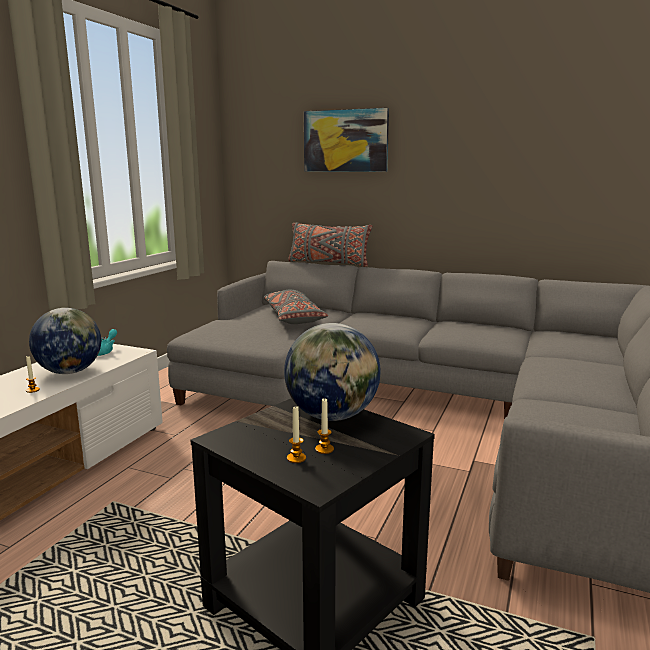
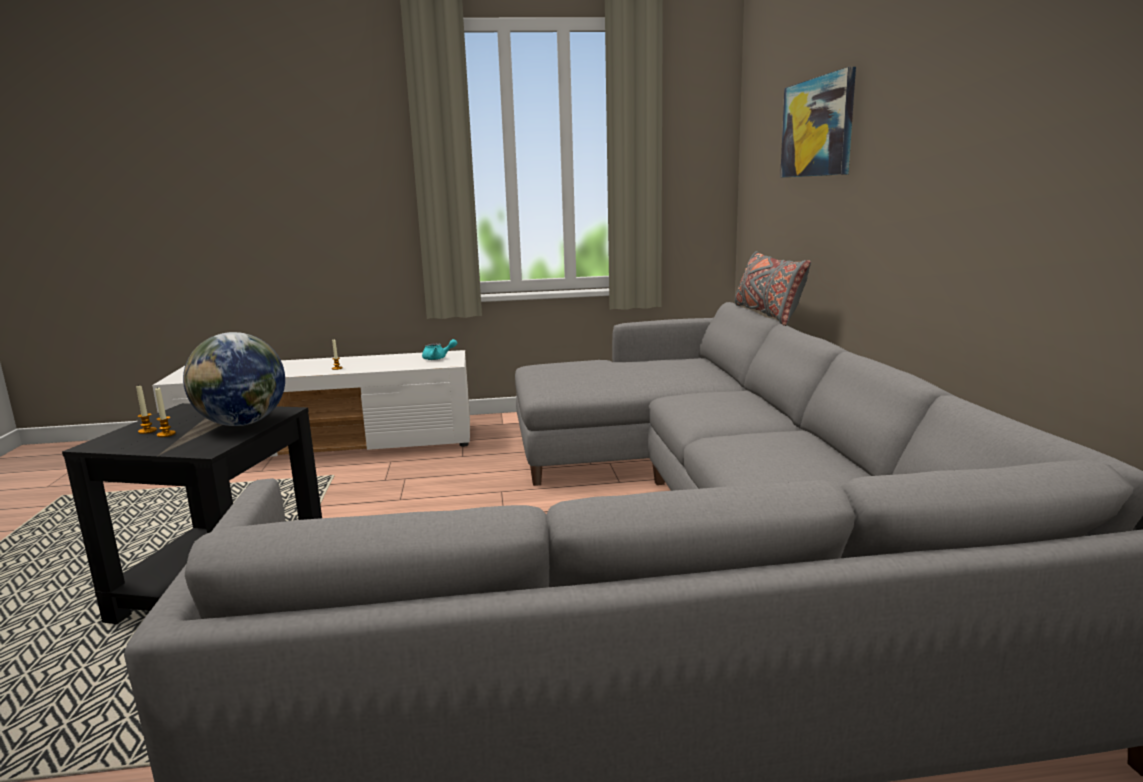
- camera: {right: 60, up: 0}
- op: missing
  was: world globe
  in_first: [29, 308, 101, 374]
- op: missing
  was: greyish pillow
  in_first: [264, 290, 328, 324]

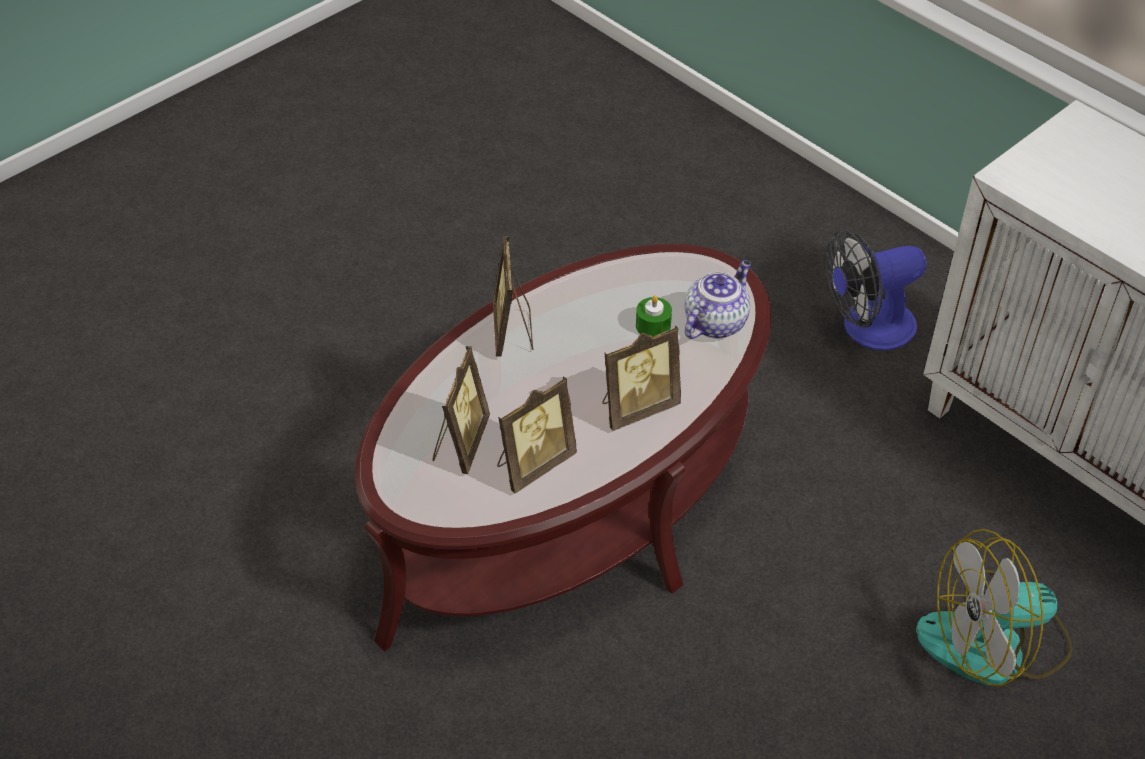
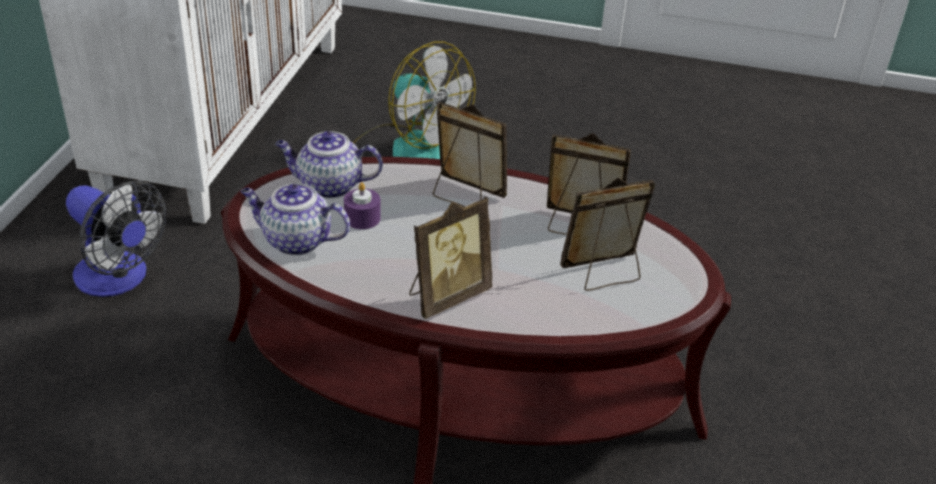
- camera: {right: -125, up: -10}
- op: colour
  was: green-coloured candle
  now: purplish candle
  in_first: [636, 295, 672, 337]
  in_second: [344, 182, 381, 229]
- op: appeared
  now: tea pot
  in_second: [240, 183, 350, 256]

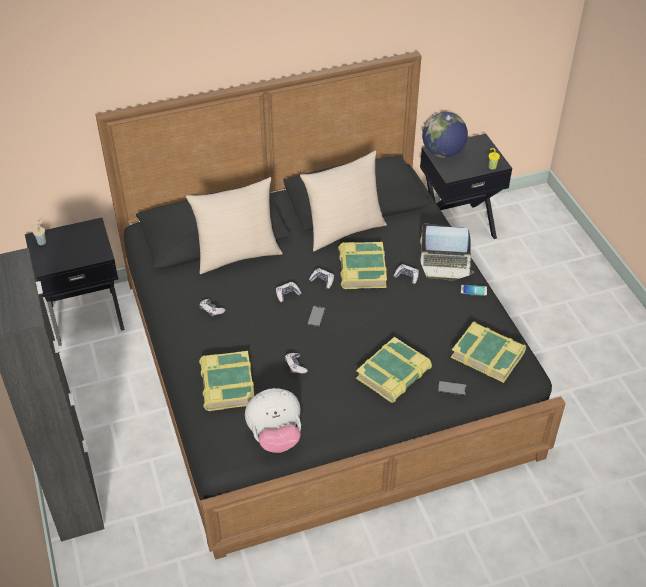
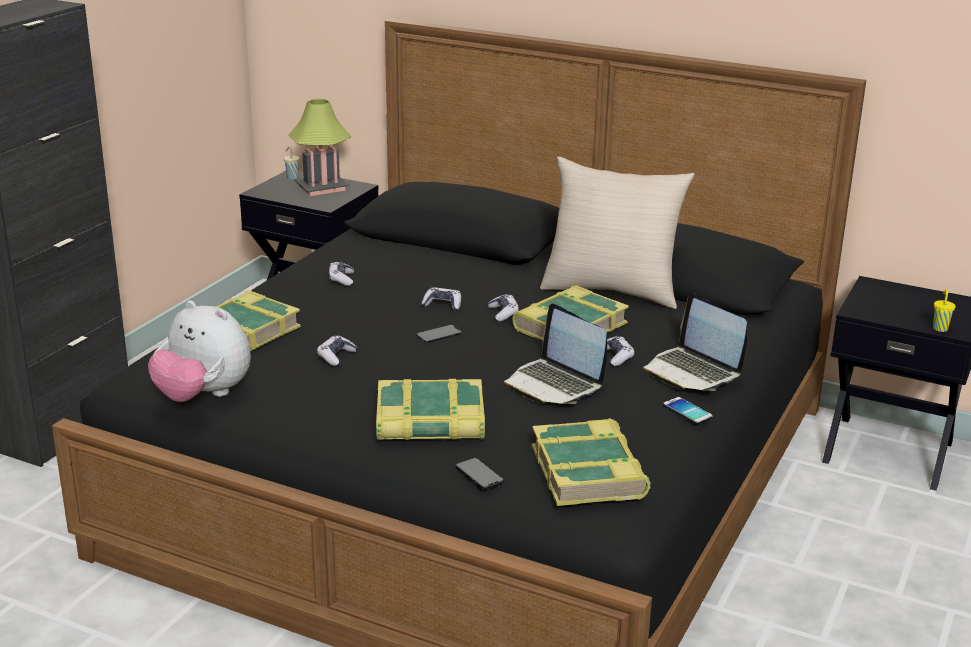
- camera: {right: 45, up: -20}
- op: missing
  was: beige pillow
  in_first: [186, 177, 283, 274]
- op: missing
  was: world globe
  in_first: [422, 112, 468, 158]
- op: appeared
  now: lamp for a table
  in_second: [288, 99, 352, 196]
- op: appeared
  now: laptop
  in_second: [503, 304, 607, 404]

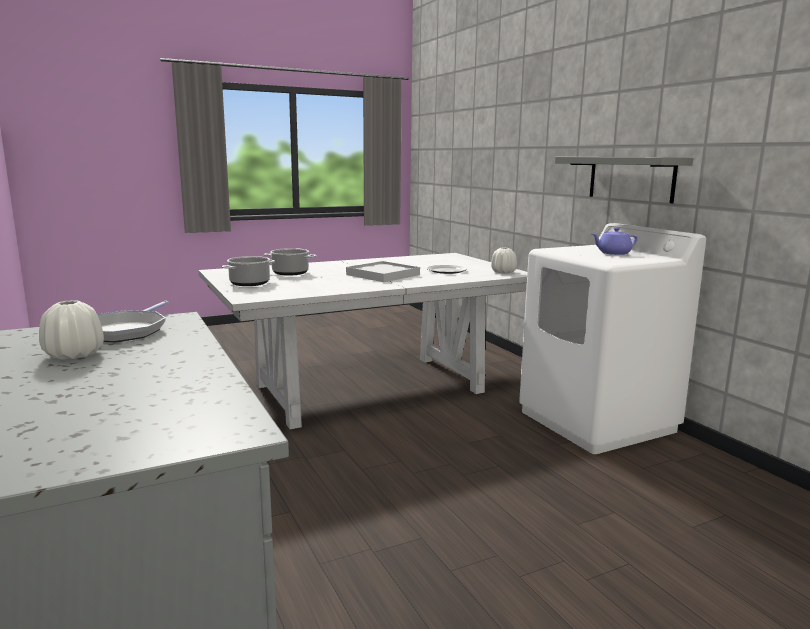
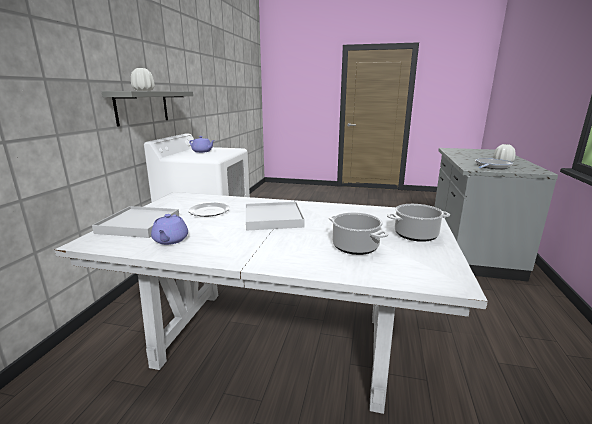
- camera: {right: -140, up: 5}
- op: relocated
  was: white-coloured vase
  in_first: [491, 248, 517, 273]
  in_second: [131, 68, 155, 91]
- op: appeared
  now: white-coloured tray
  in_second: [92, 206, 180, 238]
- op: appeared
  now: purplish tea pot
  in_second: [151, 214, 188, 245]

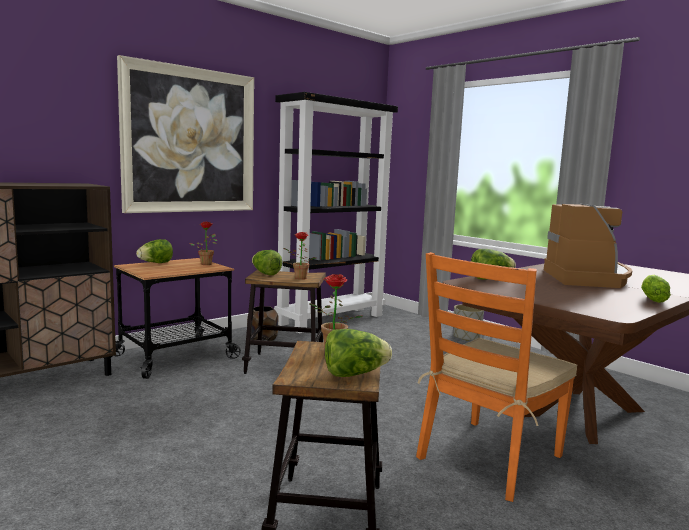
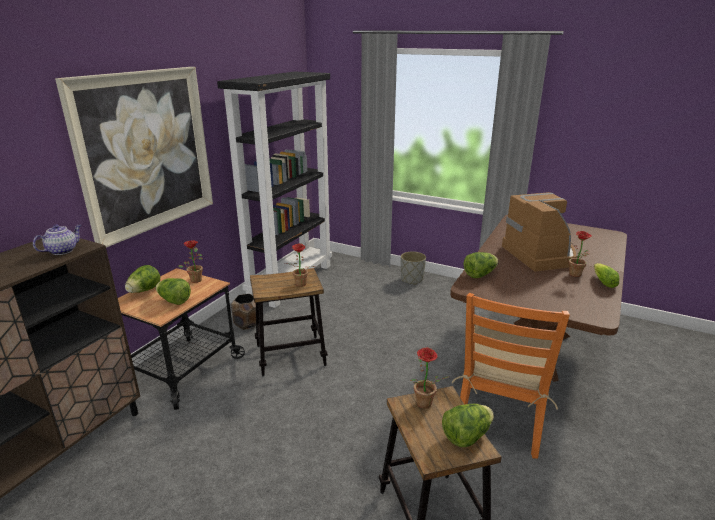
- camera: {right: -20, up: 15}
- op: relocated
  was: head of lettuce
  in_first: [252, 250, 282, 275]
  in_second: [156, 278, 191, 305]
- op: appeared
  now: tea pot
  in_second: [33, 224, 81, 255]
- op: appeared
  now: potted plant
  in_second: [569, 231, 592, 277]

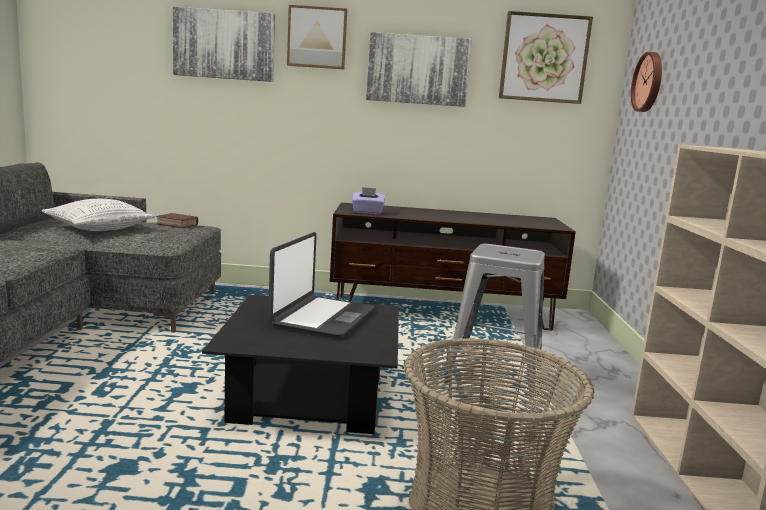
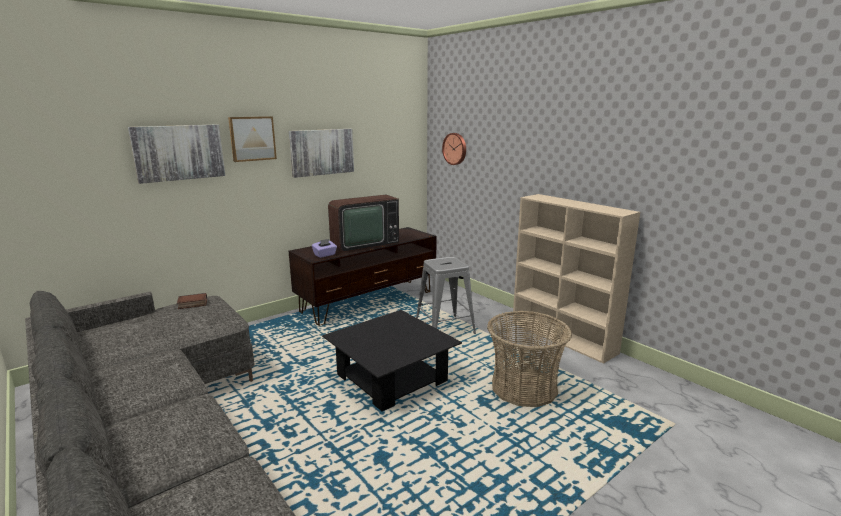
- camera: {right: -40, up: 5}
- op: missing
  was: pillow
  in_first: [41, 199, 156, 231]
- op: missing
  was: laptop
  in_first: [268, 232, 375, 338]
- op: missing
  was: wall picture
  in_first: [499, 11, 593, 104]
- op: appeared
  now: TV set
  in_second: [328, 195, 399, 252]

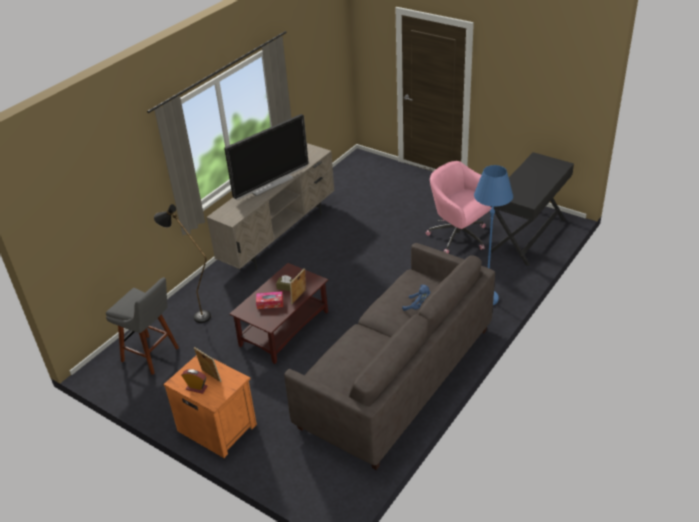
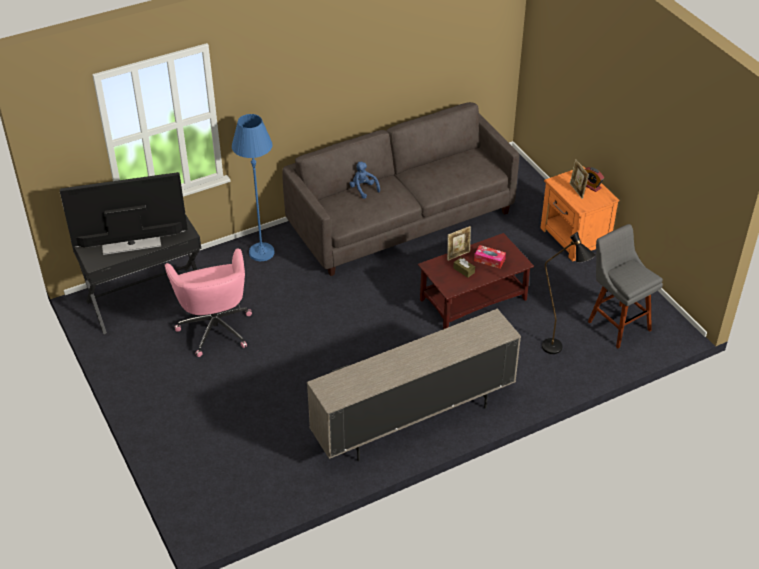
- camera: {right: -155, up: 5}
- op: relocated
  was: TV set
  in_first: [224, 114, 309, 200]
  in_second: [60, 172, 188, 255]

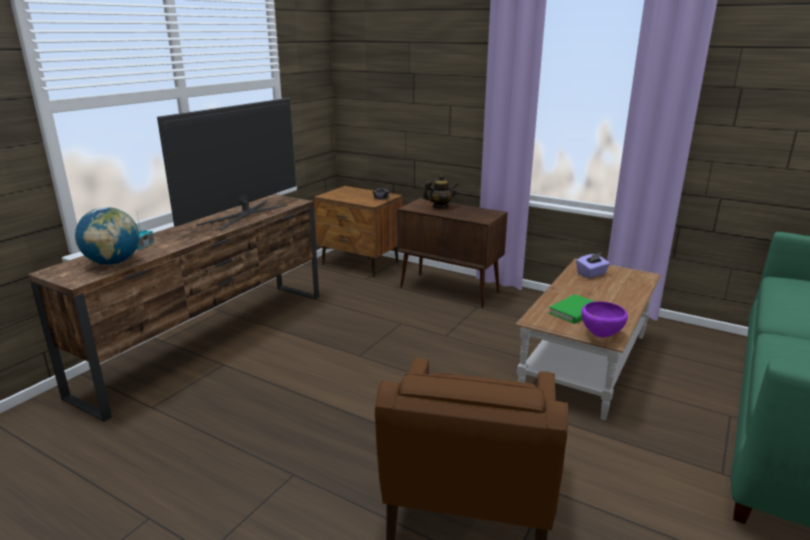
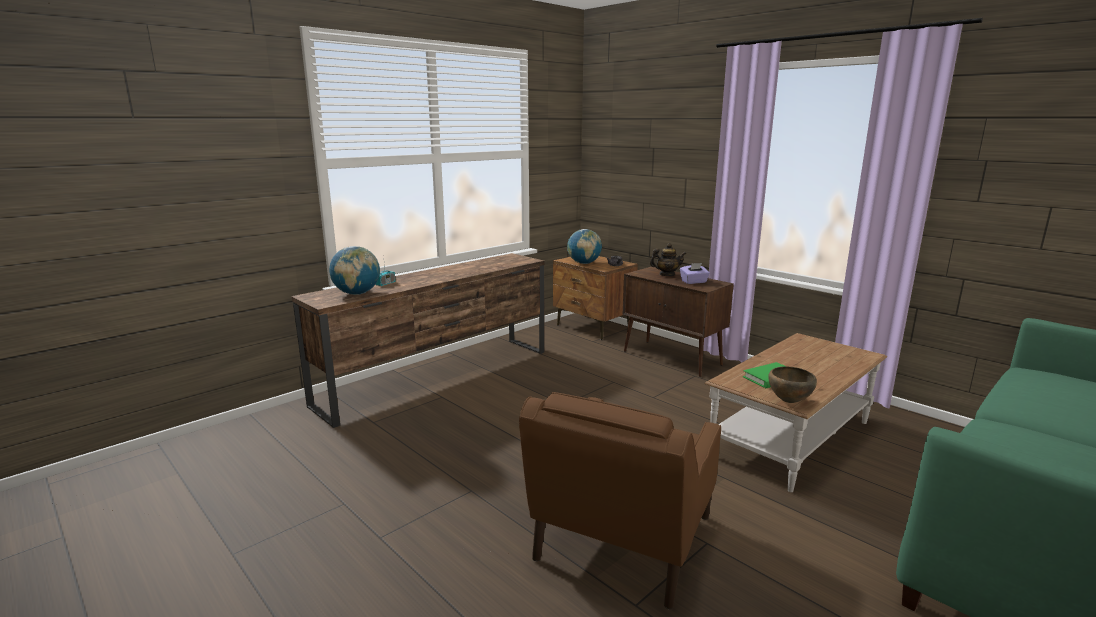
- camera: {right: 15, up: -5}
- op: missing
  was: TV set
  in_first: [157, 98, 296, 230]
- op: relocated
  was: purplish tissue holder
  in_first: [576, 253, 610, 279]
  in_second: [680, 263, 710, 284]
- op: colour
  was: purplish deep dish
  now: brown deep dish
  in_first: [581, 302, 628, 338]
  in_second: [768, 366, 817, 403]
- op: appeared
  now: world globe
  in_second: [567, 229, 602, 264]

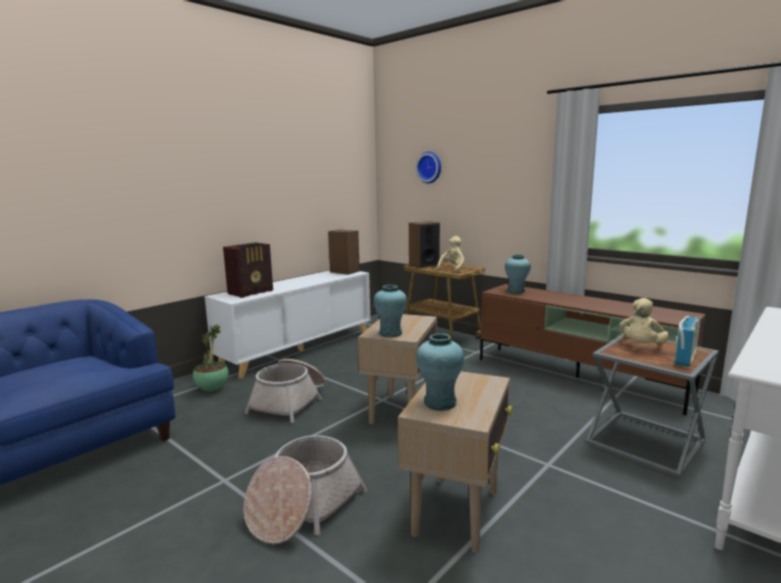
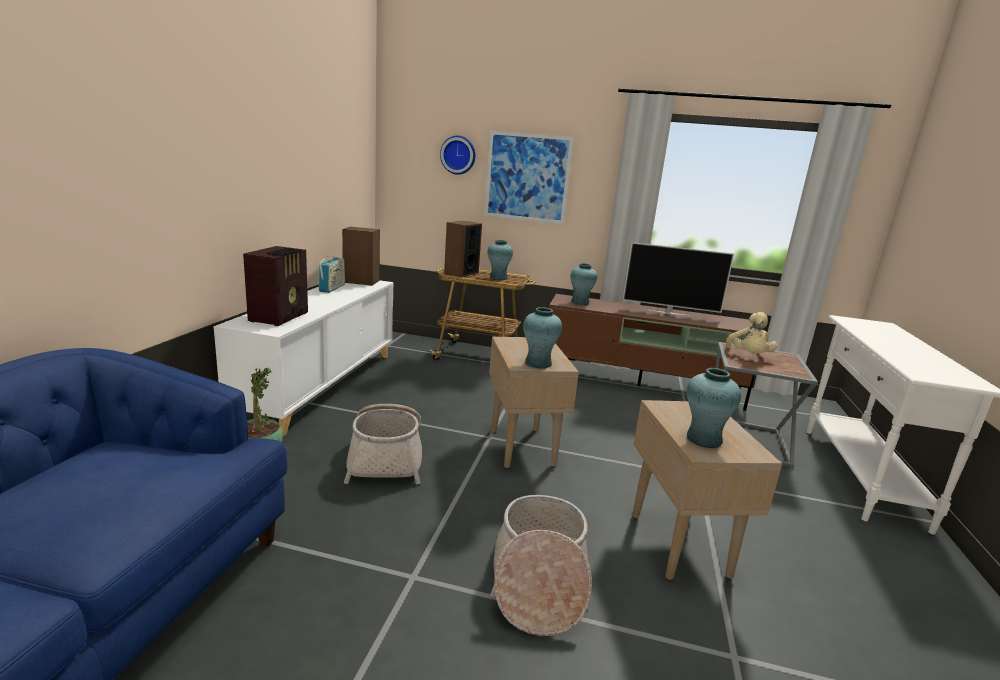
- camera: {right: -30, up: 5}
- op: exchanged
  was: beige soft toy
  now: blue-green vase
  in_first: [437, 236, 464, 273]
  in_second: [488, 240, 513, 280]
- op: relocated
  was: radio
  in_first: [674, 316, 701, 367]
  in_second: [319, 256, 345, 293]
- op: appeared
  now: wall picture
  in_second: [484, 131, 574, 224]
- op: appeared
  now: TV set
  in_second: [623, 242, 734, 317]

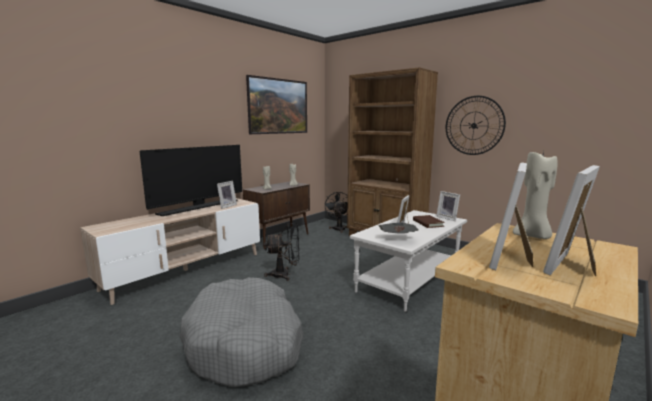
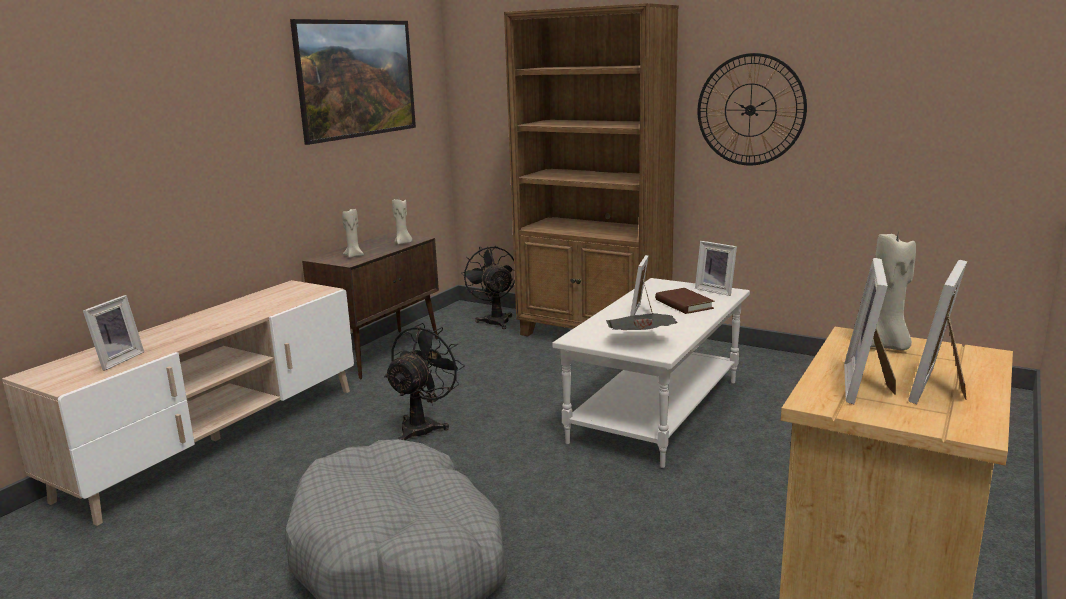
- camera: {right: -10, up: 5}
- op: missing
  was: TV set
  in_first: [140, 145, 242, 216]
- op: relocated
  was: standing frame
  in_first: [217, 181, 237, 209]
  in_second: [83, 295, 144, 371]
- op: spun
  was: black-coloured cooling fan
  in_first: [264, 223, 300, 281]
  in_second: [384, 323, 465, 440]
  clockwise: -45

